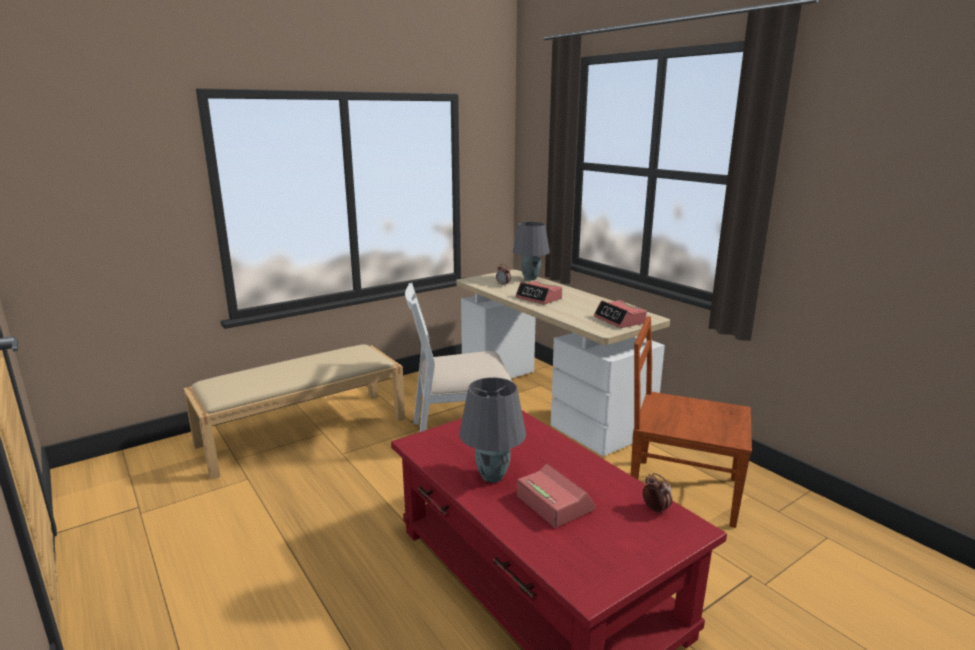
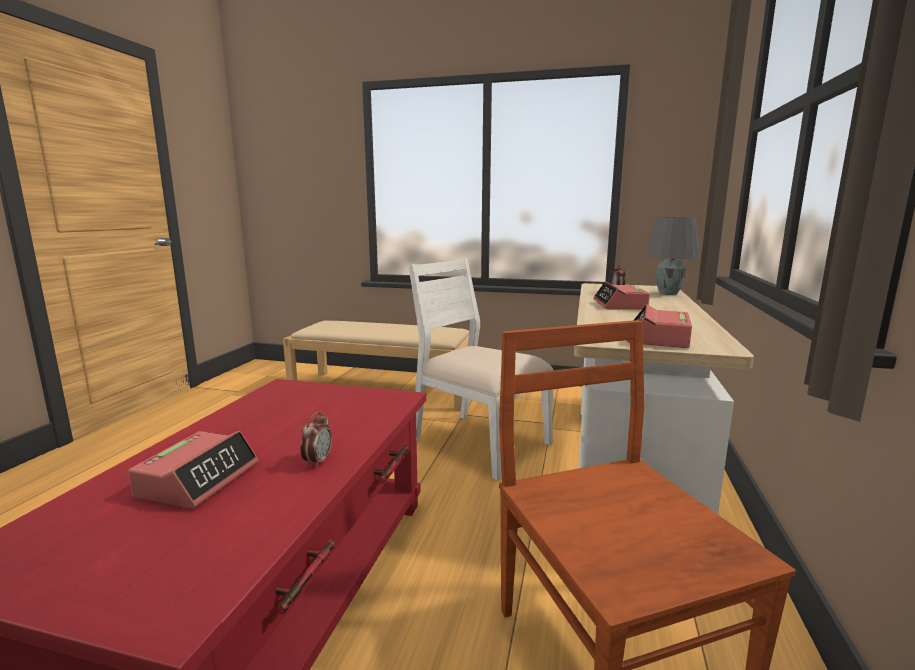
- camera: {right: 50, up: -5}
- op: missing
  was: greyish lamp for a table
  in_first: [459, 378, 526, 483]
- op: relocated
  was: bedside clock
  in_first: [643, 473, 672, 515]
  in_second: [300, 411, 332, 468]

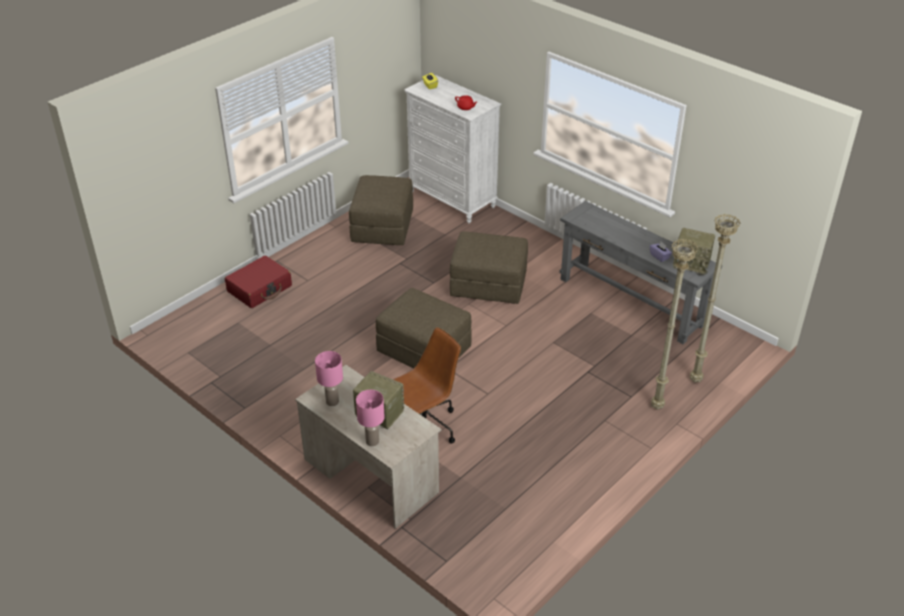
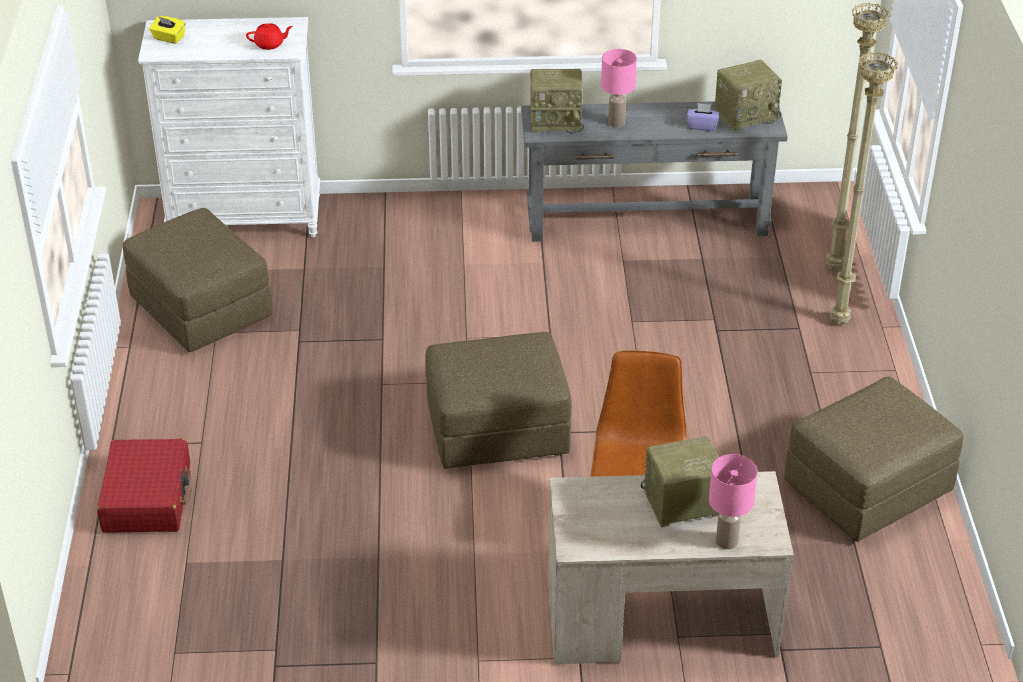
- camera: {right: -45, up: 0}
- op: relocated
  was: pink-coloured lamp for a table
  in_first: [315, 351, 343, 406]
  in_second: [601, 49, 637, 128]
- op: relocated
  was: brown footrest
  in_first: [450, 231, 528, 304]
  in_second: [784, 377, 963, 542]
- op: appeared
  now: radio
  in_second: [530, 69, 584, 134]

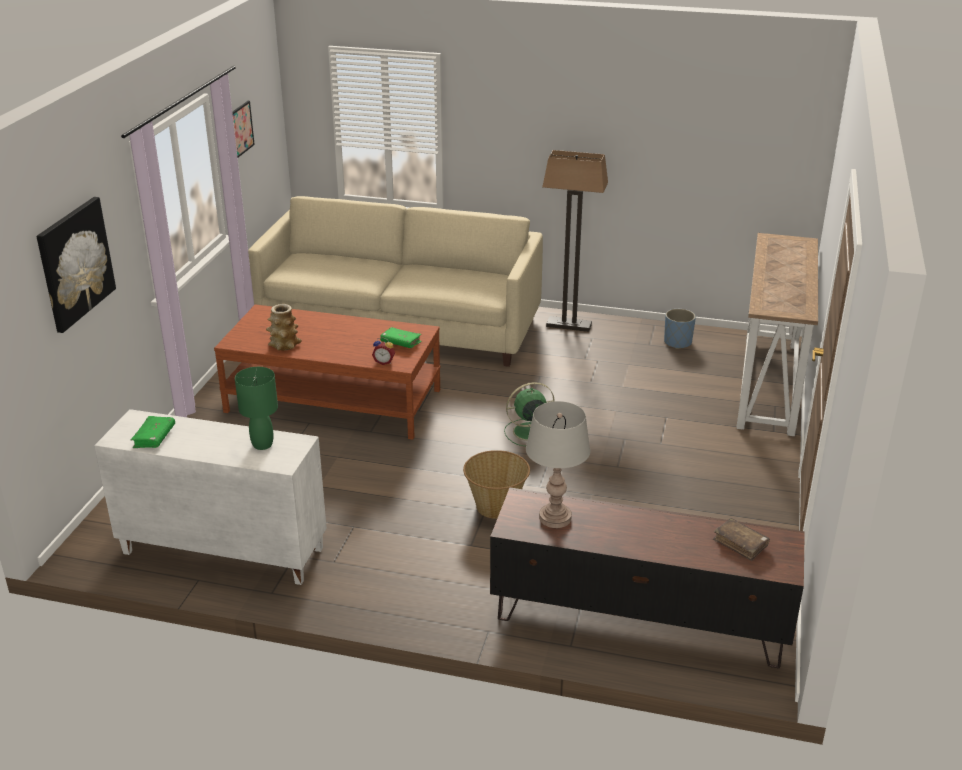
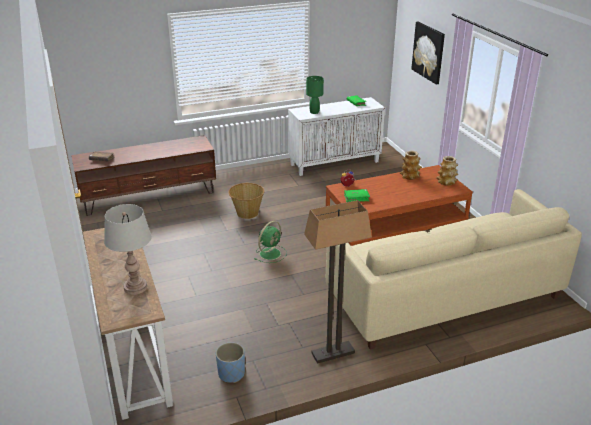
- camera: {right: 145, up: 0}
- op: missing
  was: wall picture
  in_first: [232, 101, 255, 158]
- op: relocated
  was: greyish lamp for a table
  in_first: [526, 401, 590, 528]
  in_second: [104, 204, 152, 295]
- op: appeared
  now: vase
  in_second: [436, 156, 458, 186]

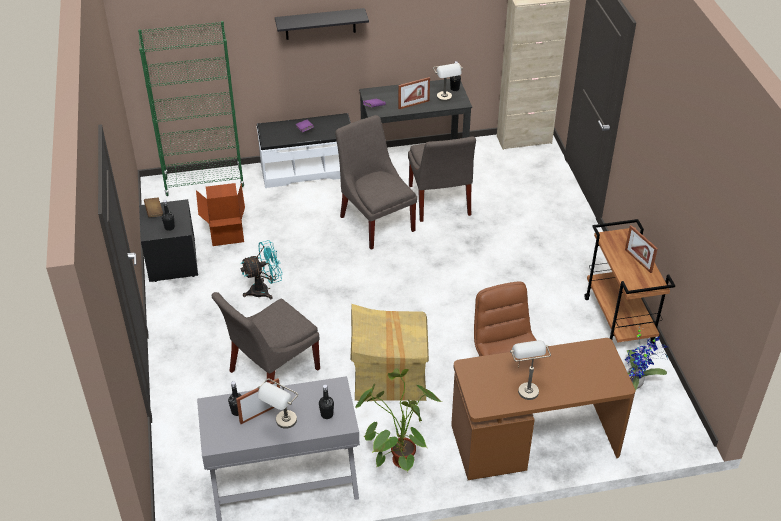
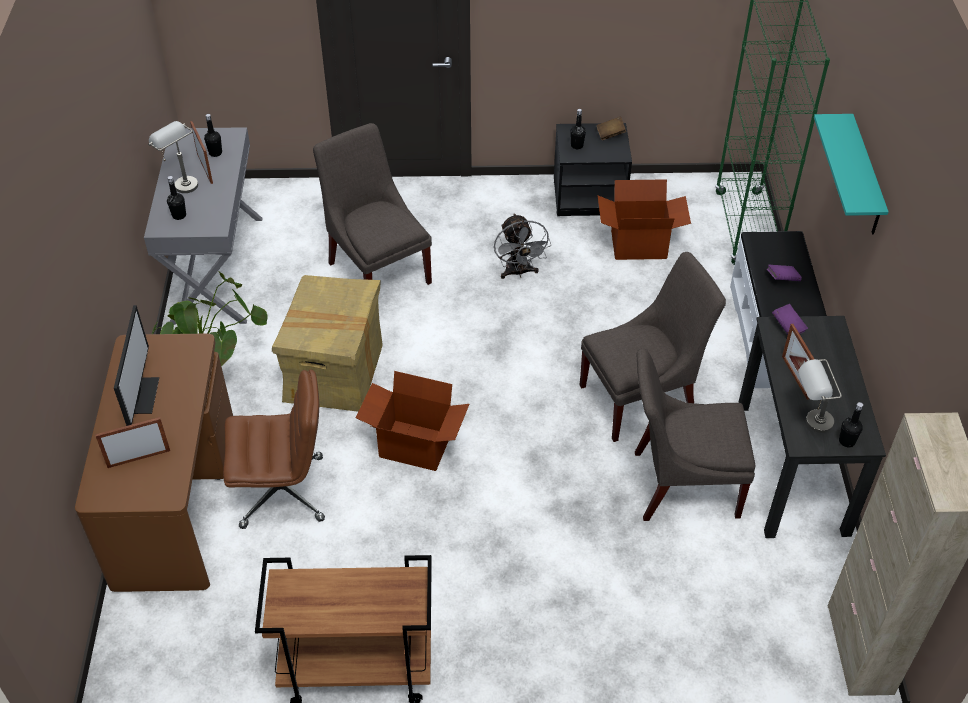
- camera: {right: 100, up: 5}
- op: colour
  was: blue-green cooling fan
  now: greyish cooling fan
  in_first: [240, 240, 282, 299]
  in_second: [494, 213, 551, 279]
- op: colour
  was: black-coloured bracket shelf
  now: blue-green bracket shelf
  in_first: [275, 8, 369, 40]
  in_second: [814, 114, 889, 235]
- op: exchanged
  was: greyish lamp for a table
  now: computer display
  in_first: [510, 340, 551, 400]
  in_second: [114, 305, 159, 426]
- op: relocated
  was: standing frame
  in_first: [625, 225, 658, 273]
  in_second: [95, 417, 170, 468]
- op: missing
  was: potted plant
  in_first: [625, 330, 668, 391]
- op: appeared
  now: carton
  in_second: [356, 371, 469, 471]

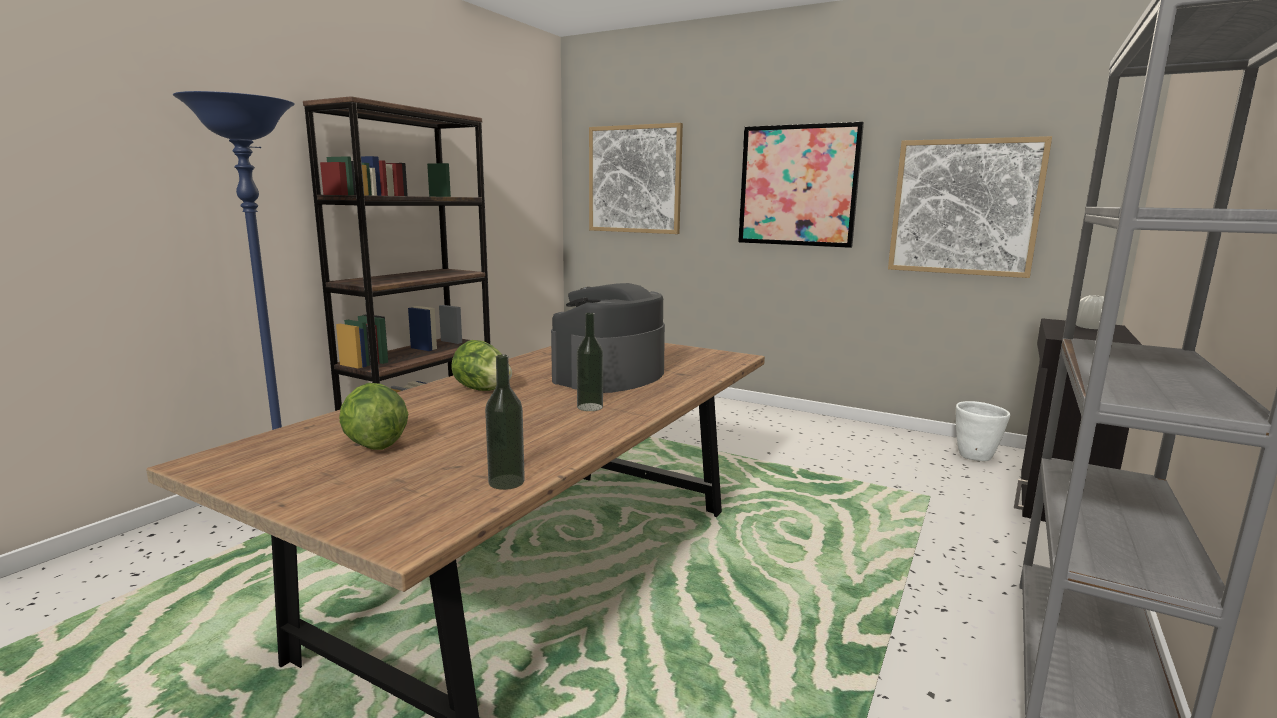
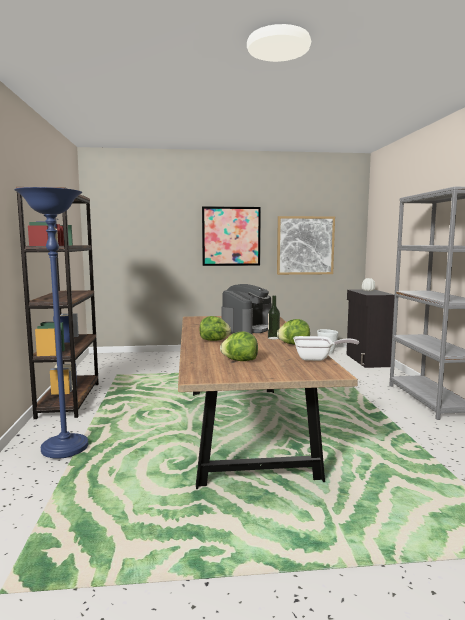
- camera: {right: -35, up: -5}
- op: exchanged
  was: beverage bottle
  now: frying pan
  in_first: [485, 354, 525, 490]
  in_second: [293, 336, 359, 361]
- op: spun
  was: coffee machine
  in_first: [551, 283, 665, 393]
  in_second: [222, 284, 272, 334]
  clockwise: -150
- op: missing
  was: wall picture
  in_first: [589, 123, 683, 234]
- op: appeared
  now: head of lettuce
  in_second: [277, 319, 310, 345]

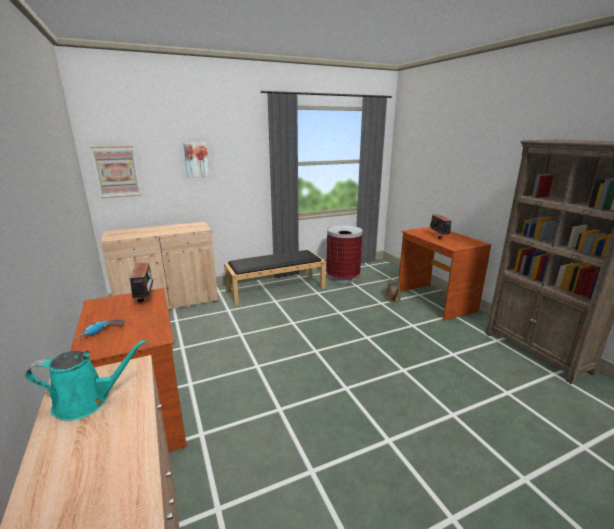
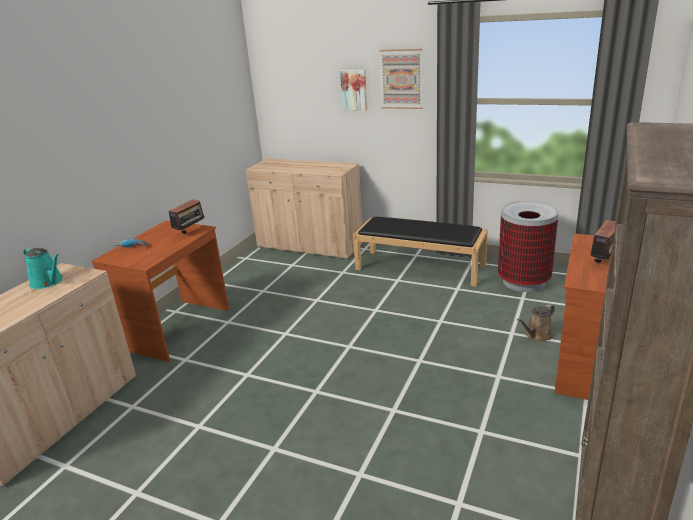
- camera: {right: 50, up: 5}
- op: relocated
  was: wall picture
  in_first: [91, 146, 141, 198]
  in_second: [380, 49, 423, 109]

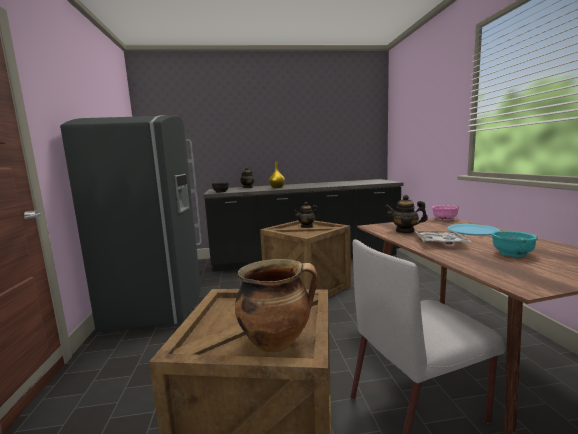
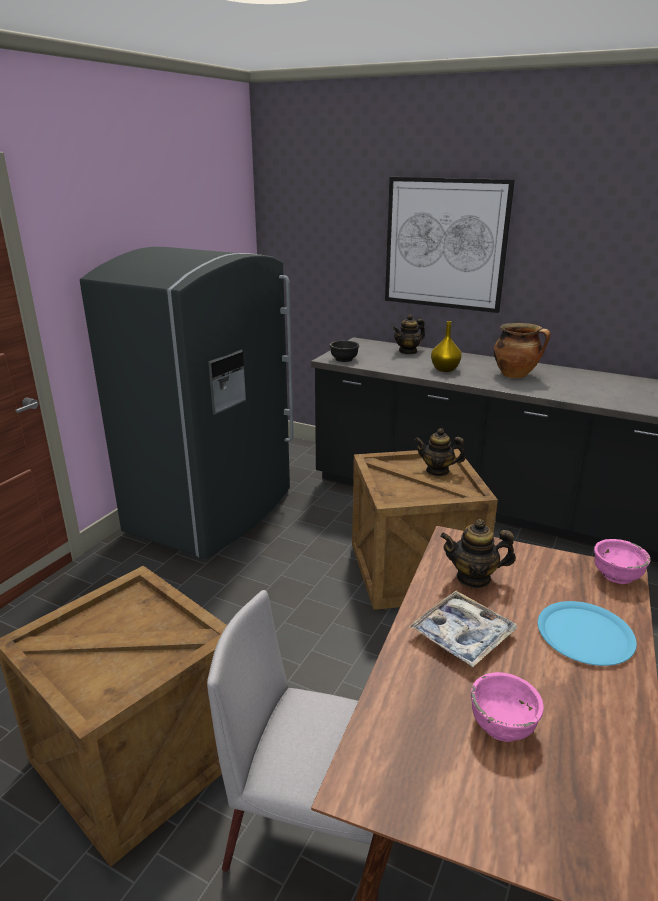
- camera: {right: 35, up: 15}
- op: relocated
  was: cooking pot
  in_first: [235, 259, 318, 353]
  in_second: [494, 323, 551, 378]
- op: spun
  was: tea pot
  in_first: [385, 195, 428, 233]
  in_second: [440, 519, 516, 588]
  clockwise: -45
- op: colour
  was: blue-green deep dish
  now: pink-coloured deep dish
  in_first: [492, 231, 538, 257]
  in_second: [471, 672, 544, 742]
- op: appeared
  now: wall picture
  in_second: [385, 177, 515, 313]

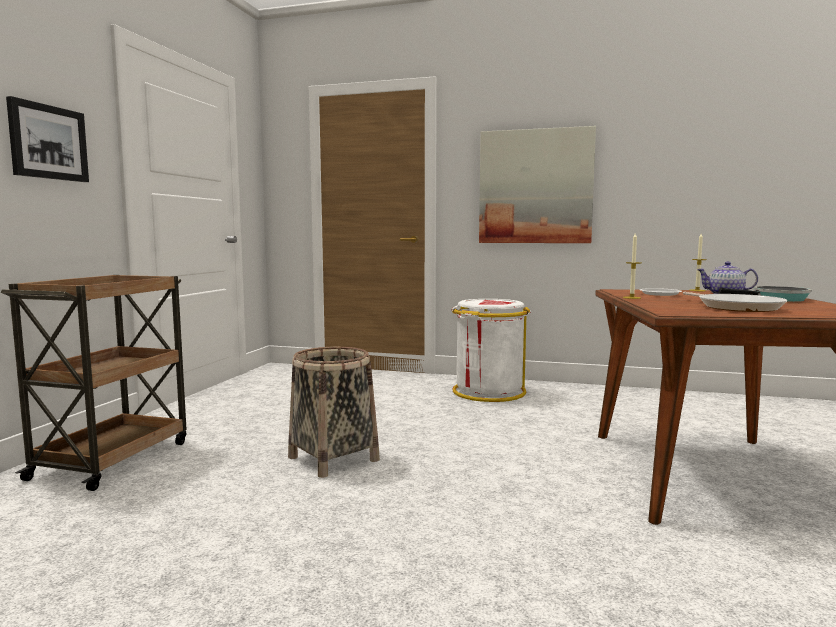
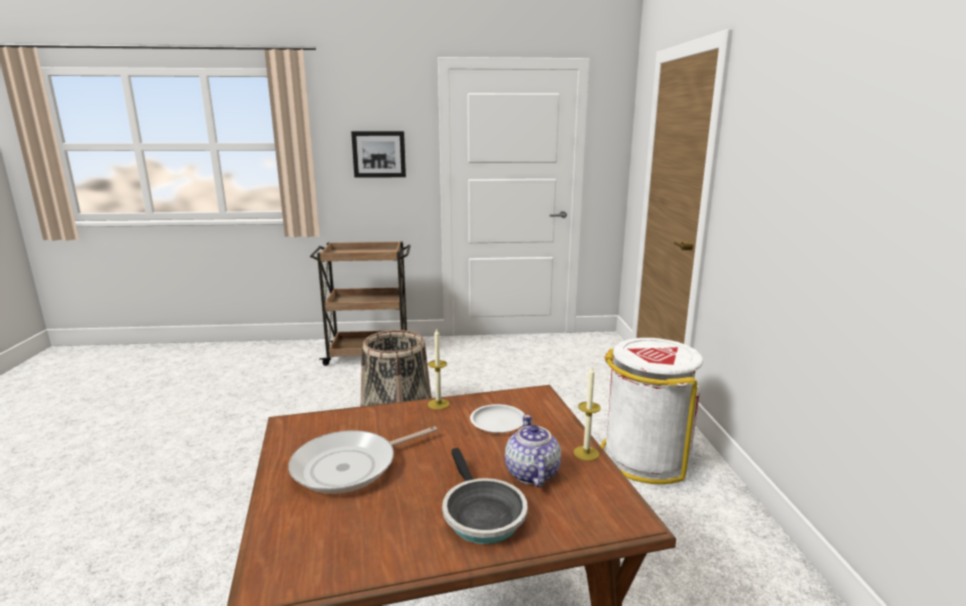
- camera: {right: 70, up: 10}
- op: missing
  was: wall picture
  in_first: [479, 126, 596, 243]

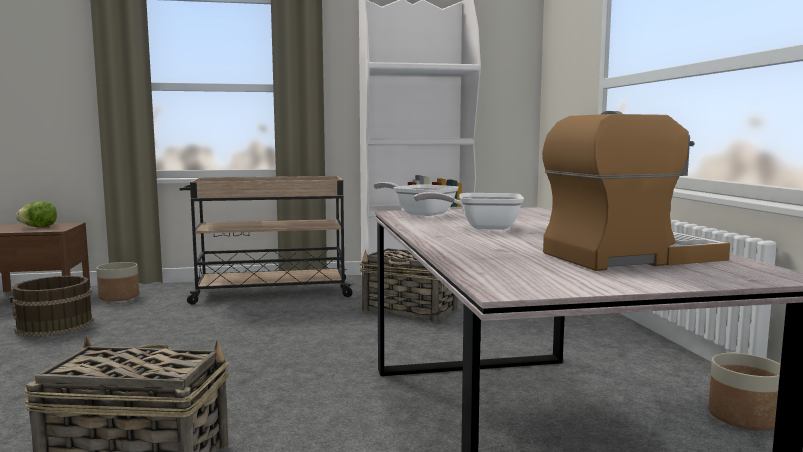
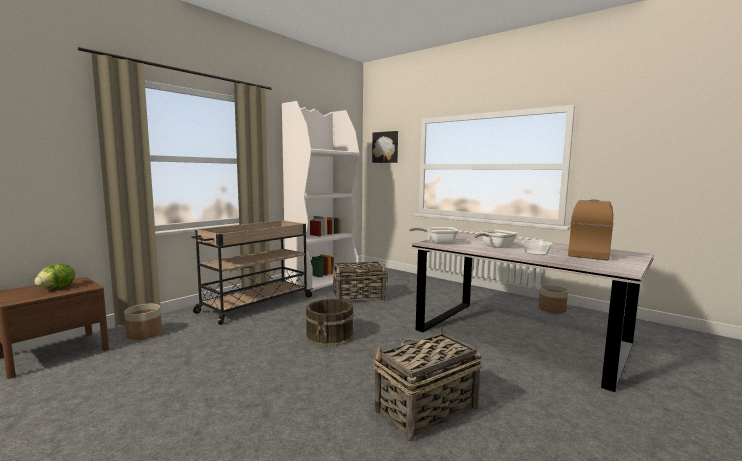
- camera: {right: -40, up: 0}
- op: relocated
  was: brown water bucket
  in_first: [9, 276, 94, 337]
  in_second: [305, 299, 354, 347]
- op: appeared
  now: wall picture
  in_second: [372, 131, 398, 163]
- op: appeared
  now: deep dish
  in_second: [522, 240, 553, 255]

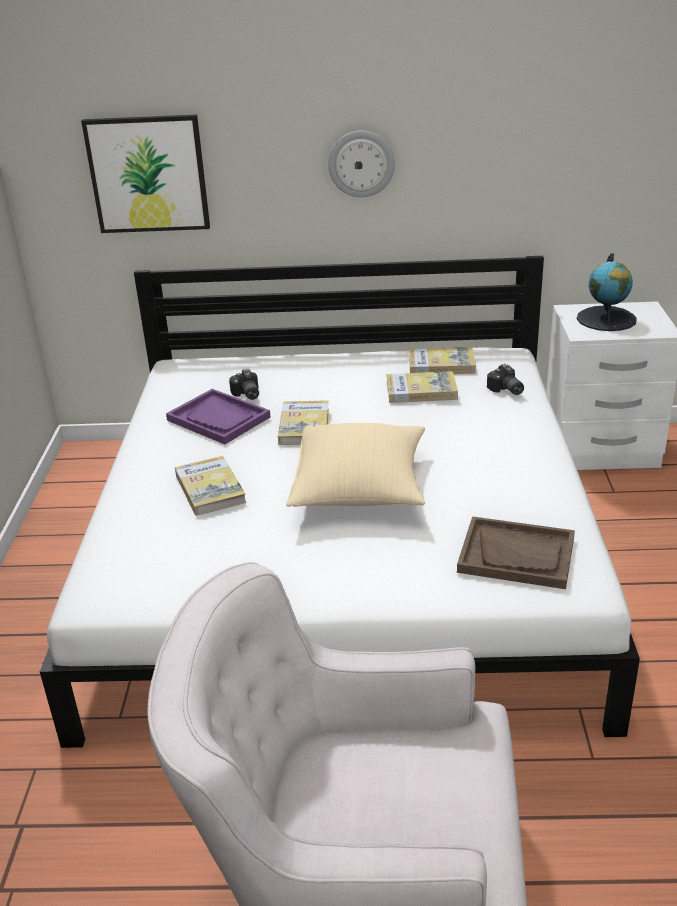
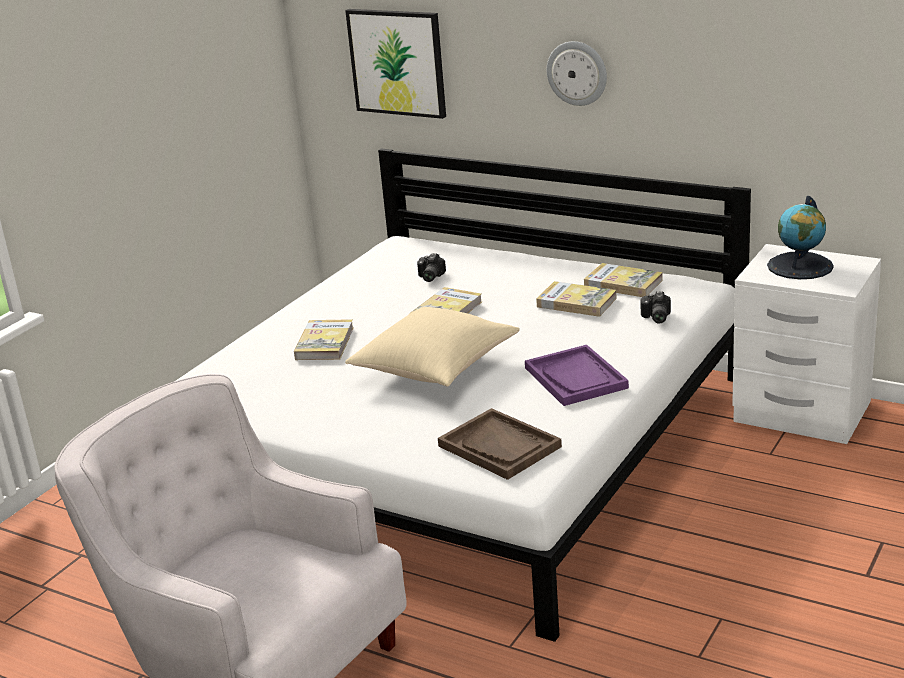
- camera: {right: 30, up: -5}
- op: relocated
  was: purplish tray
  in_first: [166, 389, 270, 444]
  in_second: [525, 345, 629, 406]

